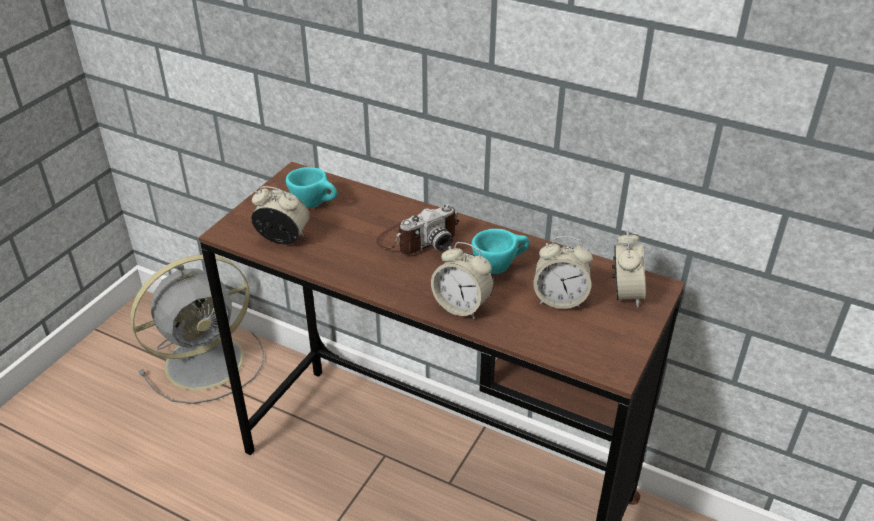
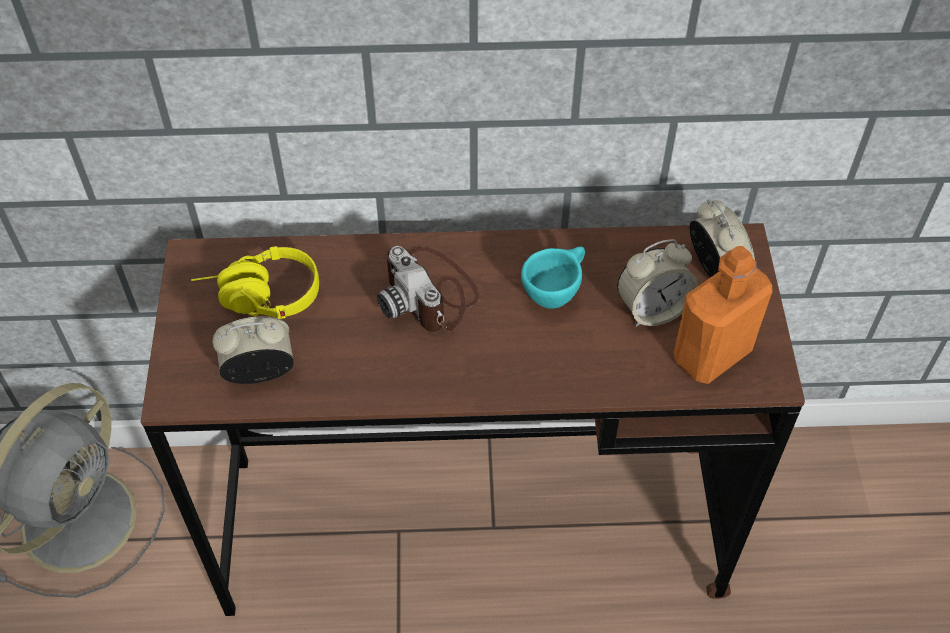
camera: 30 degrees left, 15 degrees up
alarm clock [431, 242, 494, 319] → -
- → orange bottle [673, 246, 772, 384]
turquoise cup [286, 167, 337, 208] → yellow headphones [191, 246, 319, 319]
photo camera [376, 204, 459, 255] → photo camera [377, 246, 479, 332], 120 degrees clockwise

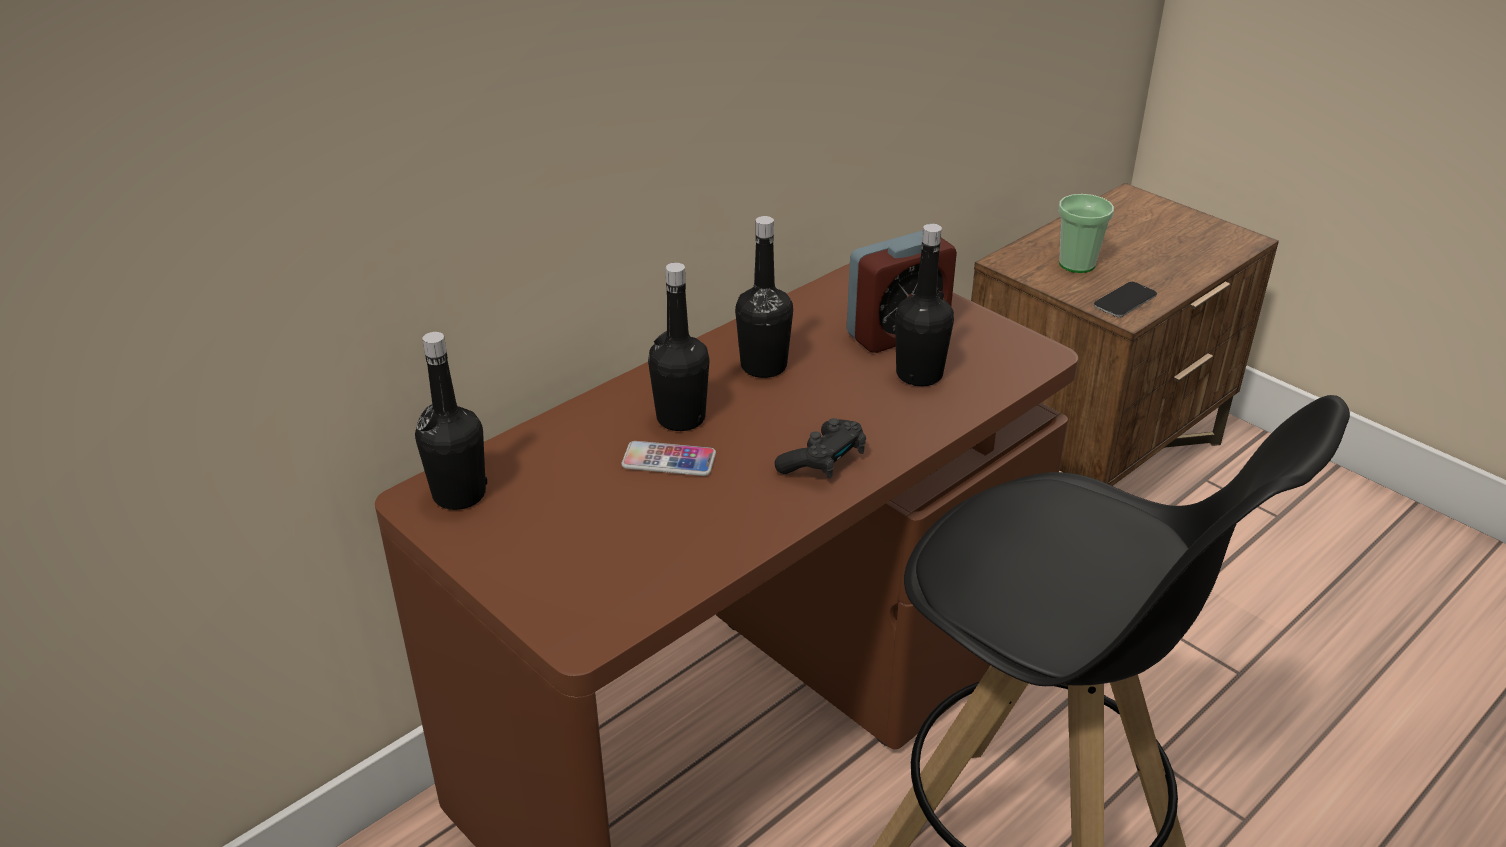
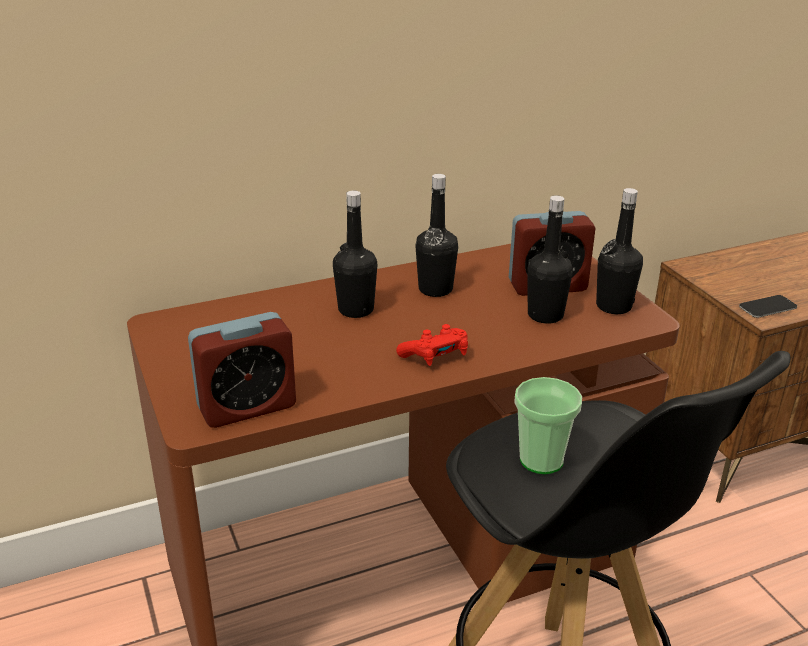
camera: 20 degrees right, 5 degrees down
phone [622, 441, 716, 476] → -
- → alarm clock [188, 312, 296, 428]
black bottle [415, 332, 487, 510] → black bottle [596, 188, 643, 314], relocated
cup [1059, 194, 1114, 273] → cup [514, 377, 582, 474], relocated
black game controller [775, 418, 866, 478] → red game controller [396, 324, 468, 366]

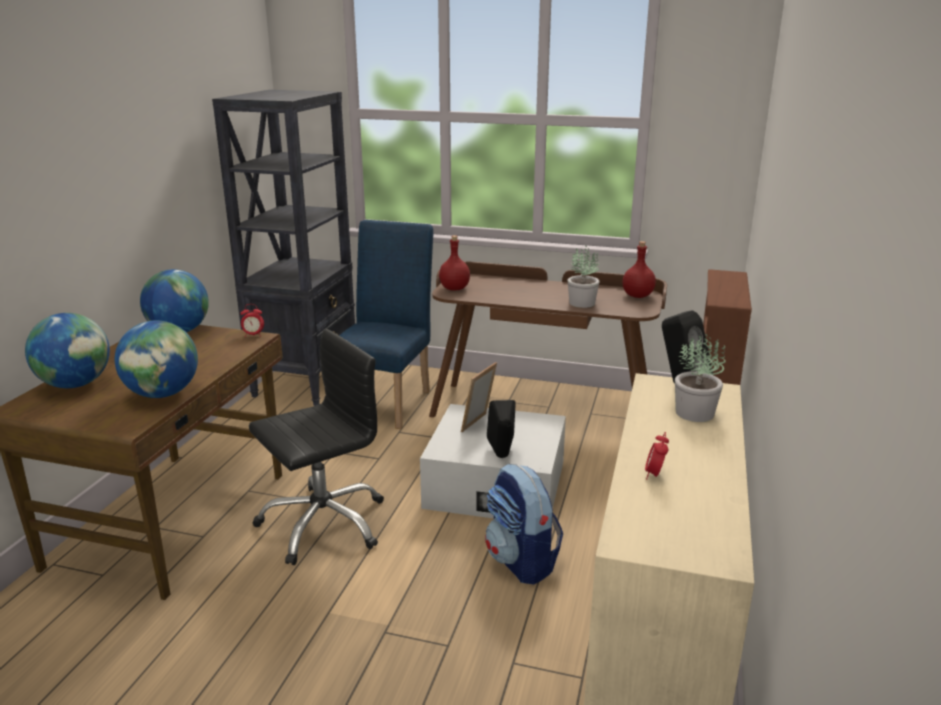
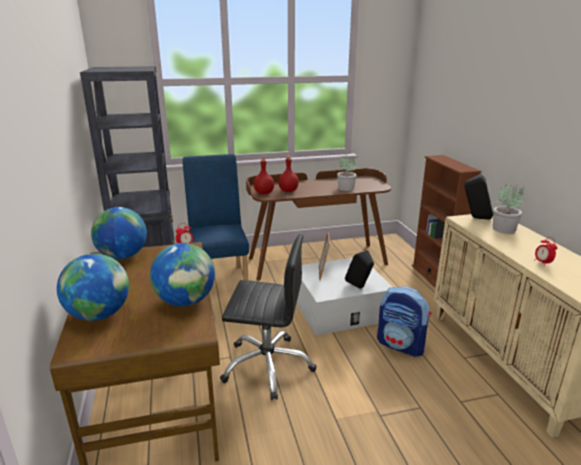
camera: 30 degrees left, 0 degrees up
red bottle [622, 241, 656, 298] → red bottle [278, 156, 299, 192], relocated
black office chair [249, 328, 384, 565] → black office chair [220, 234, 316, 400], 75 degrees clockwise

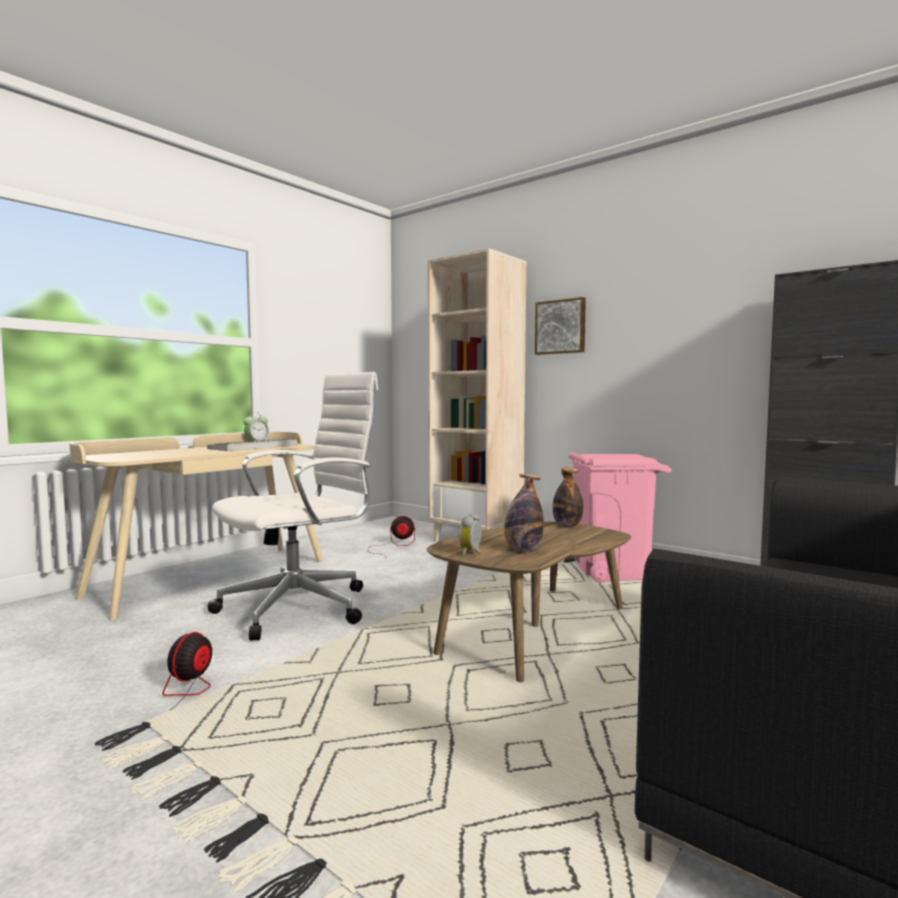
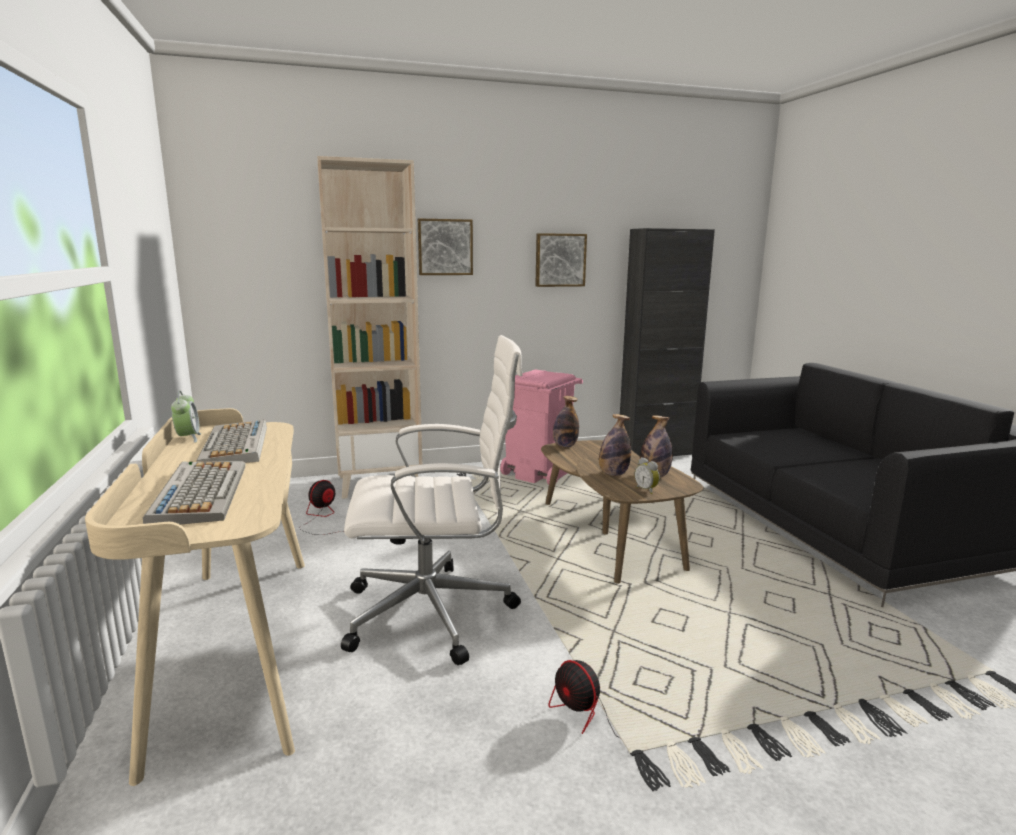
camera: 55 degrees left, 10 degrees up
- → keyboard [143, 461, 245, 525]
- → picture [535, 233, 587, 287]
- → bottle [599, 414, 631, 476]
white office chair [208, 372, 378, 641] → white office chair [341, 335, 523, 665], 90 degrees clockwise

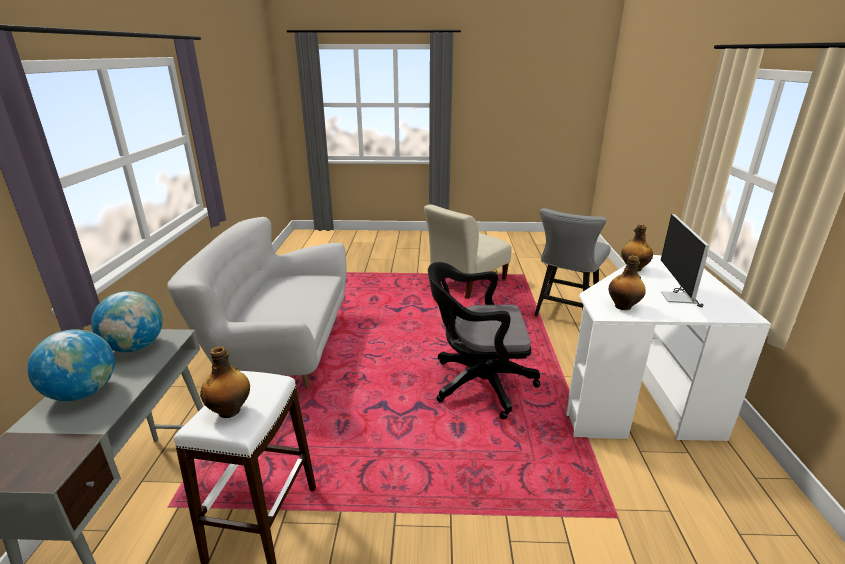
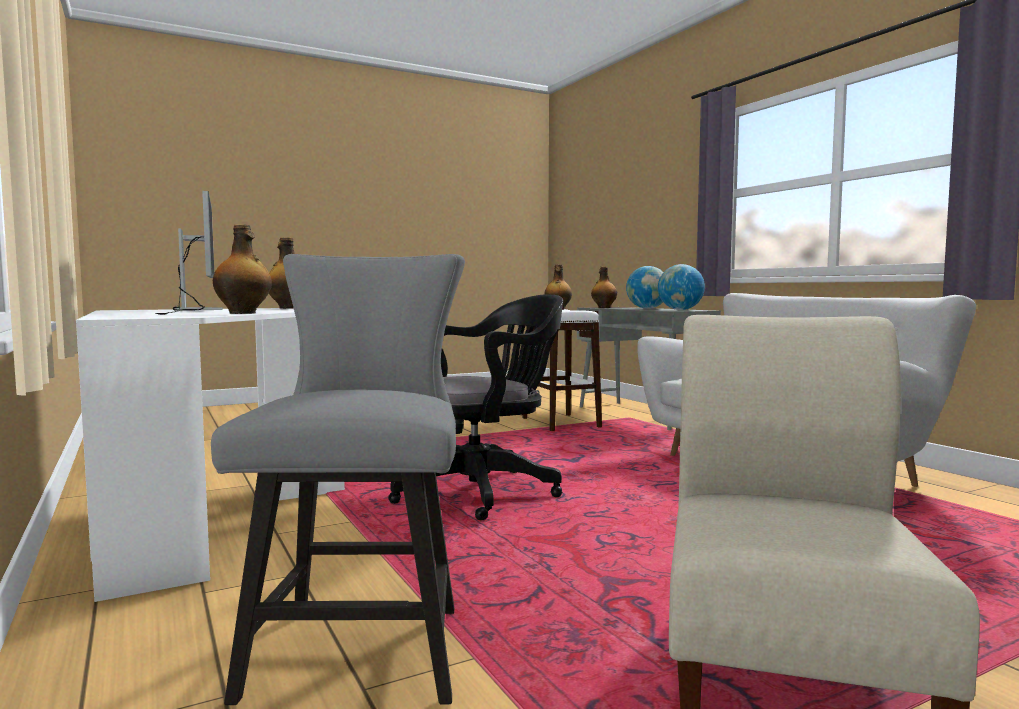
camera: 150 degrees right, 20 degrees down
- → bottle [591, 267, 617, 308]

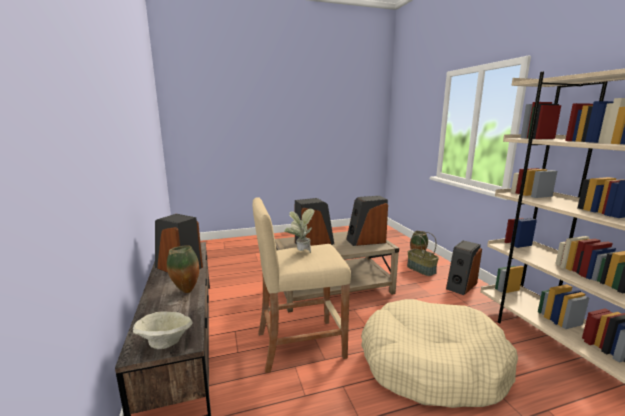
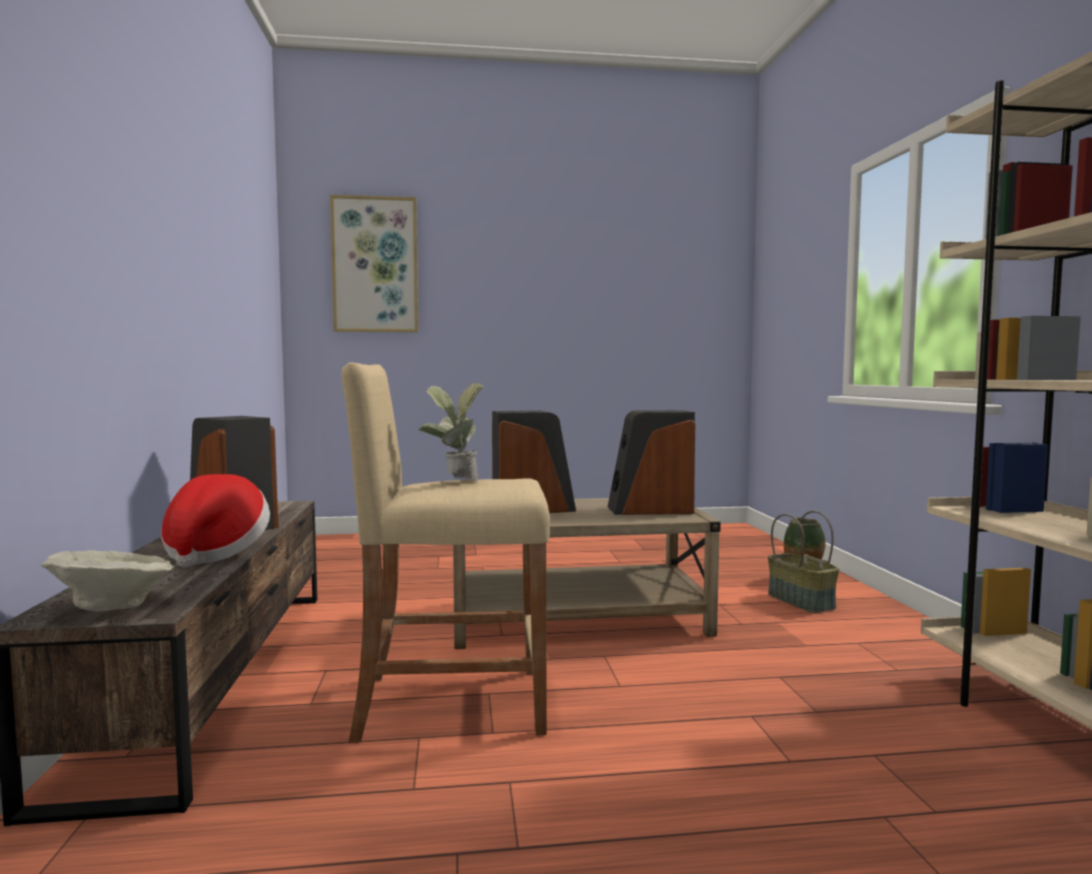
camera: 10 degrees right, 10 degrees down
beige dog bed [361, 299, 518, 408] → -
speaker [446, 240, 482, 295] → -
- → picture [330, 195, 418, 332]
vase [167, 245, 199, 293] → hat [161, 474, 270, 568]

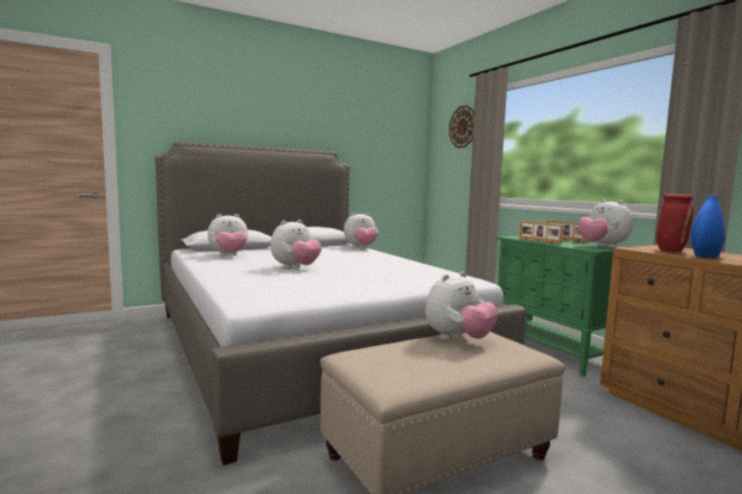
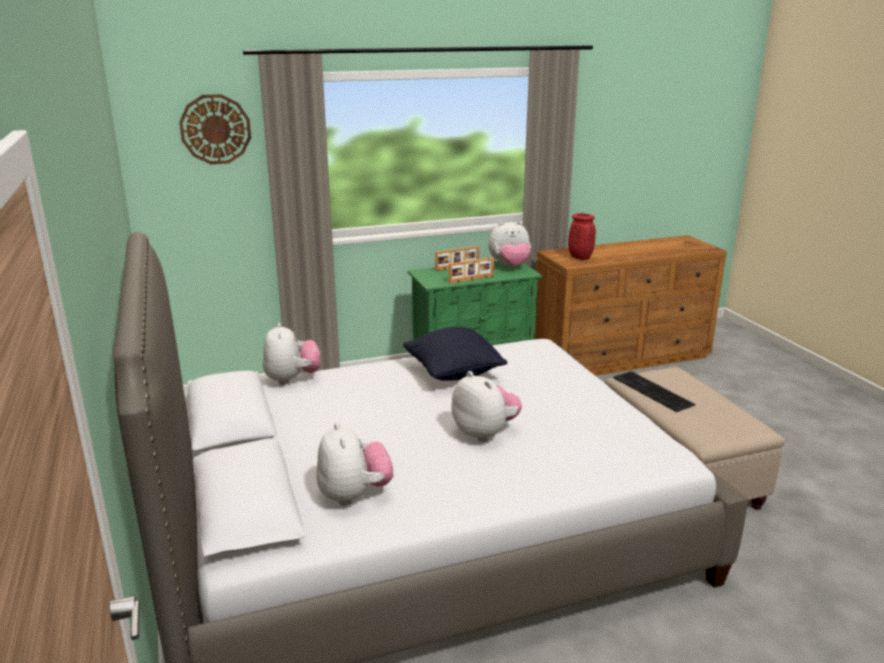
camera: 80 degrees left, 15 degrees up
blue vase [691, 195, 726, 258] → -
- → black pillow [403, 326, 508, 381]
plush toy [425, 271, 498, 340] → keyboard [613, 371, 695, 412]

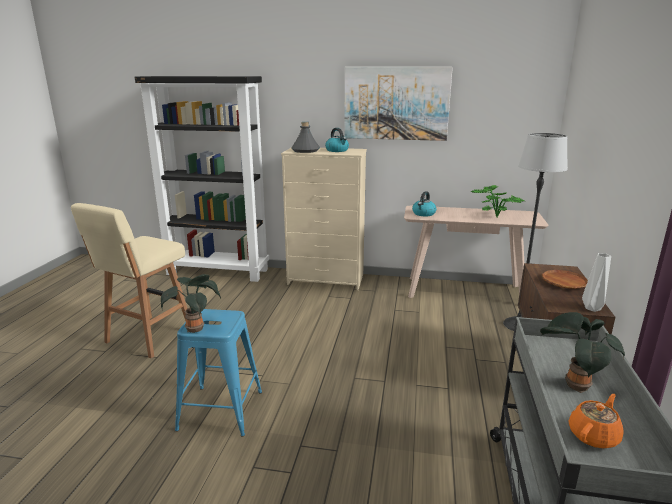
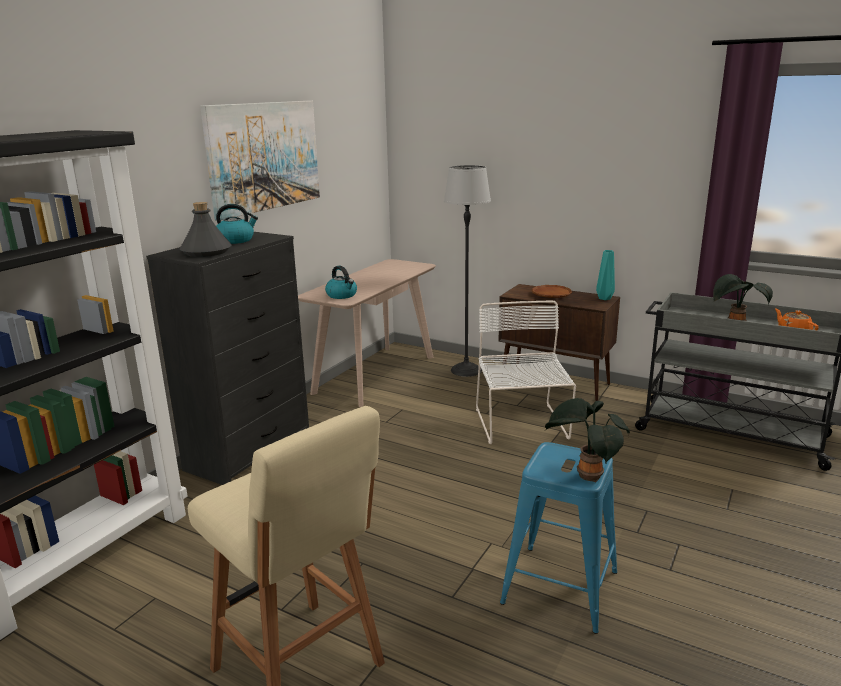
camera: 70 degrees left, 0 degrees up
potted plant [471, 185, 524, 217] → -
- → white chair [476, 301, 576, 444]
beige dresser [281, 147, 367, 290] → black dresser [146, 232, 309, 485]
grey vase [582, 253, 611, 312] → turquoise vase [596, 250, 615, 300]

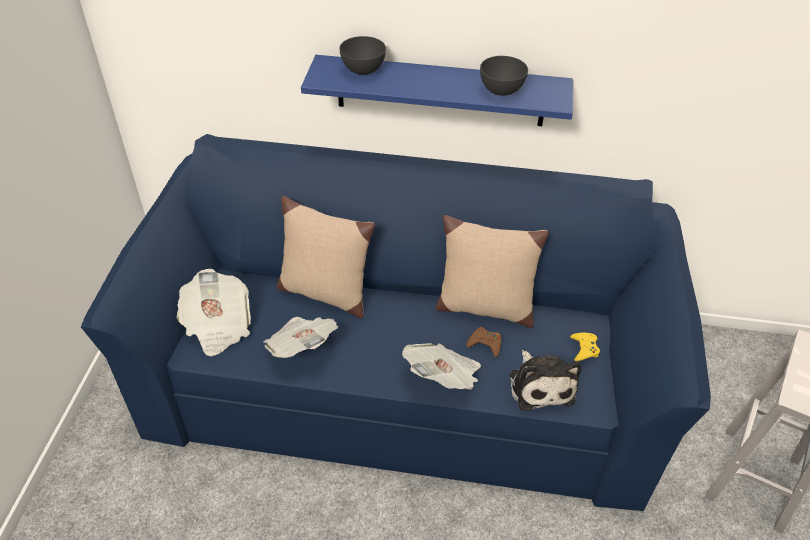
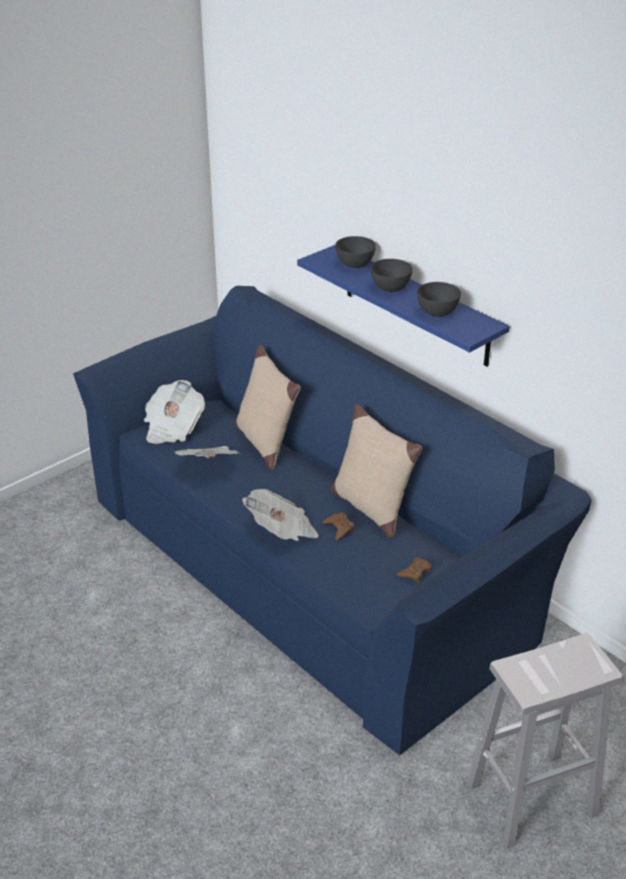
camera: 40 degrees right, 10 degrees down
plush toy [509, 350, 581, 411] → -
- → grey bowl [370, 259, 413, 292]
yellow game controller [570, 333, 600, 361] → brown game controller [396, 558, 431, 583]

